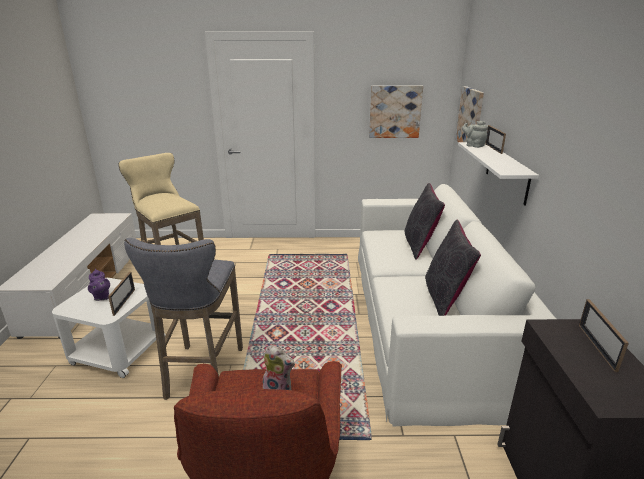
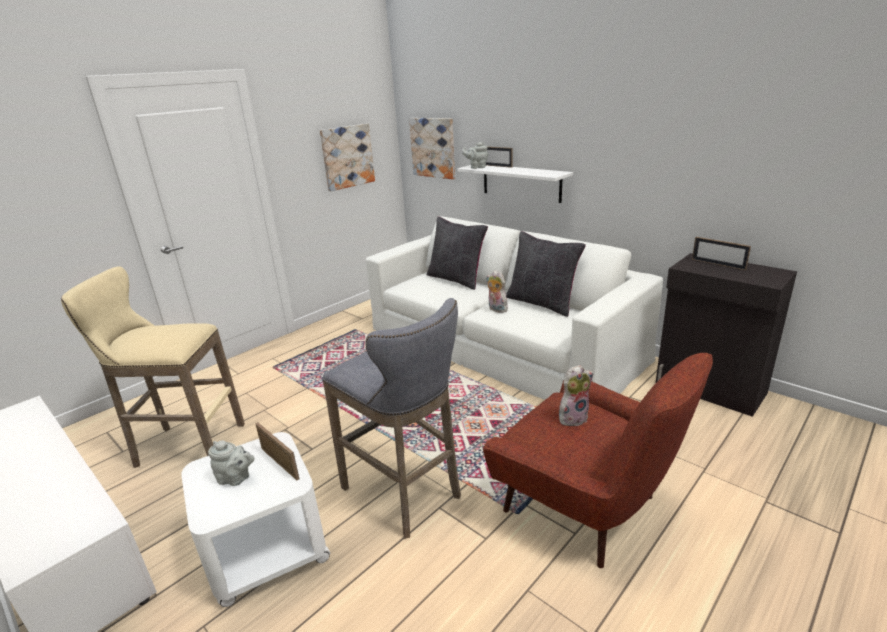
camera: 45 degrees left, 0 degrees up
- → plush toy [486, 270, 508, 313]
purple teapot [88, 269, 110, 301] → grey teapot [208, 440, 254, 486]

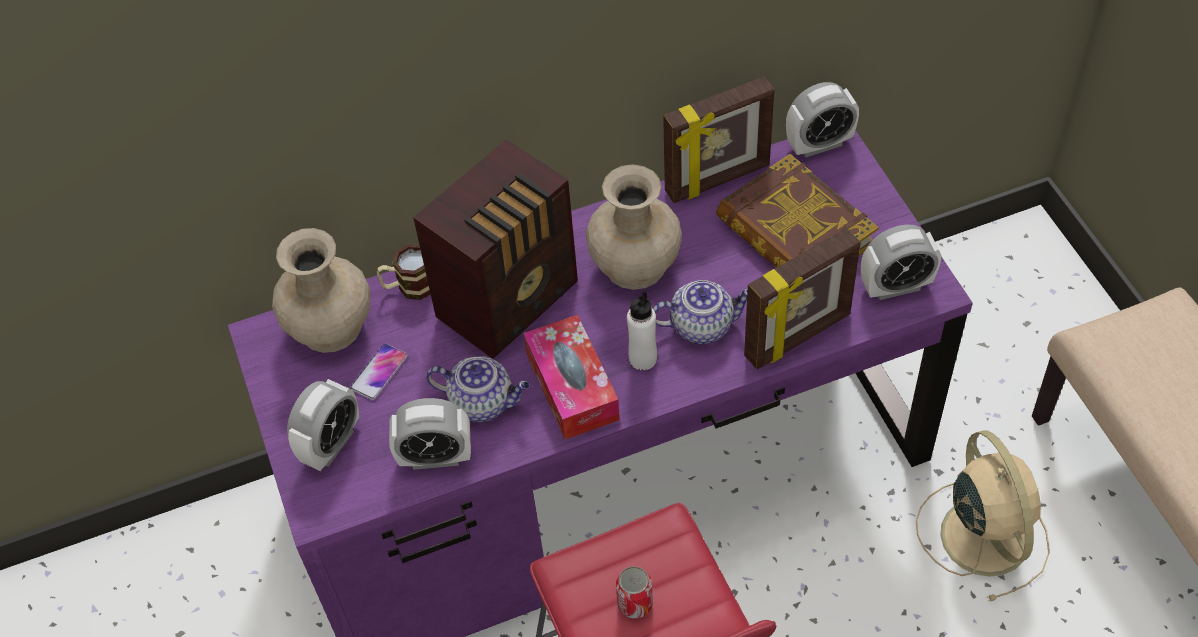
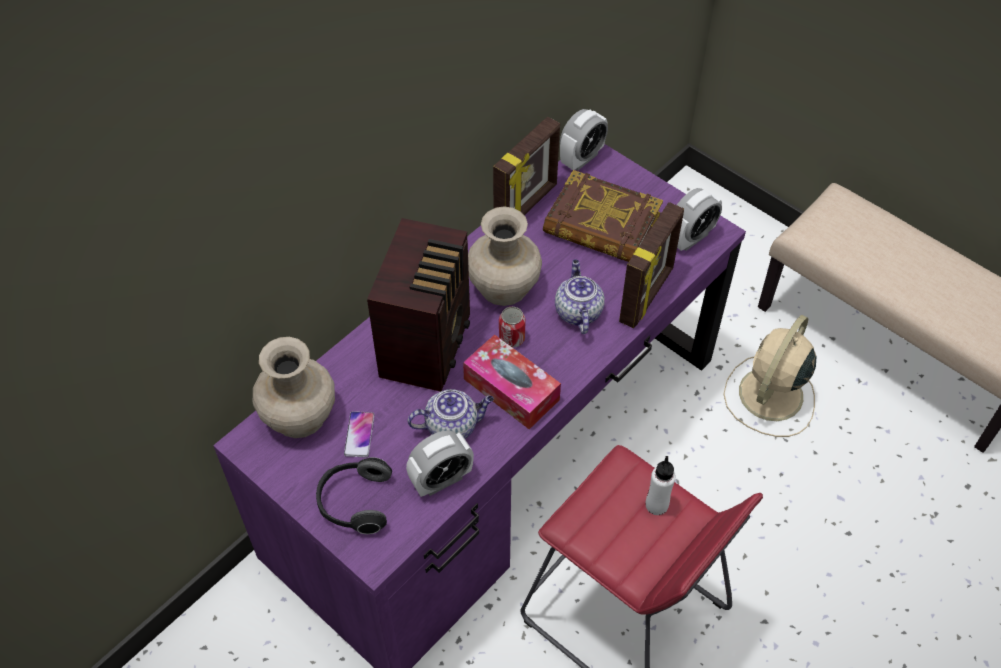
camera: 30 degrees left, 0 degrees up
mug [377, 244, 431, 300] → -
can [616, 566, 653, 618] → can [499, 307, 526, 348], relocated
white bottle [627, 290, 657, 370] → white bottle [646, 456, 676, 515], relocated
alarm clock [287, 379, 359, 471] → headphones [316, 457, 392, 534]
teapot [653, 280, 748, 344] → teapot [555, 259, 605, 334], 60 degrees counterclockwise
beige fan [916, 430, 1050, 601] → beige fan [723, 315, 816, 437], 105 degrees counterclockwise

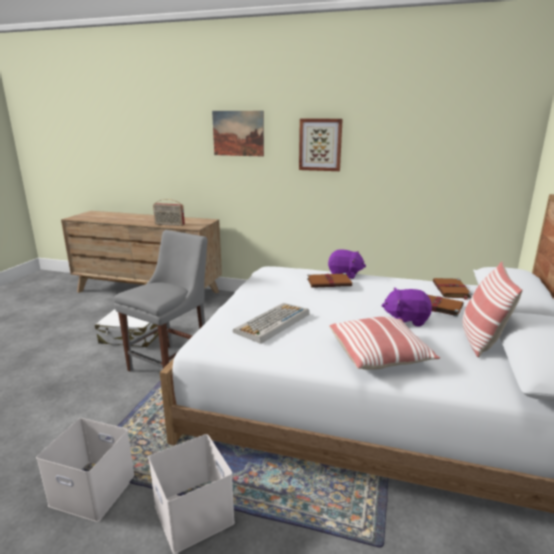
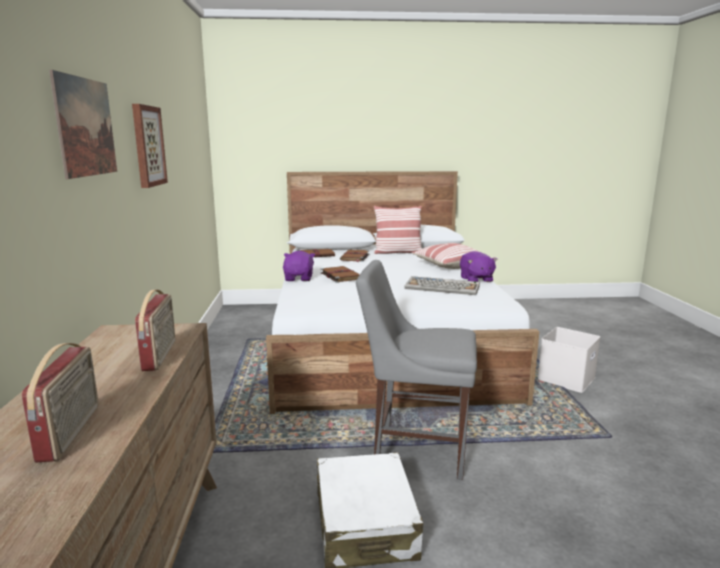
camera: 110 degrees left, 5 degrees down
white storage box [36, 418, 134, 522] → -
- → radio [22, 343, 99, 463]
purple plush toy [381, 288, 432, 327] → purple plush toy [460, 251, 498, 282], relocated

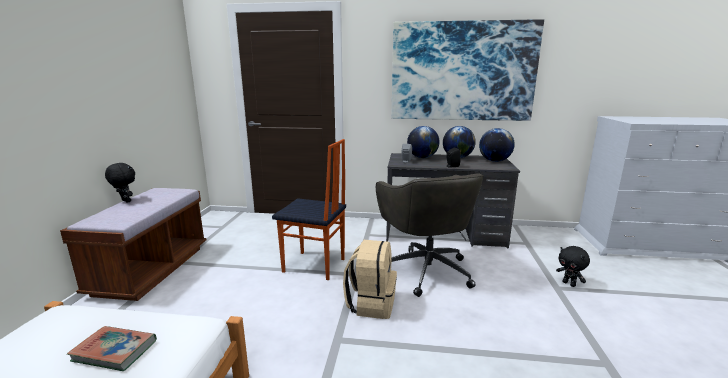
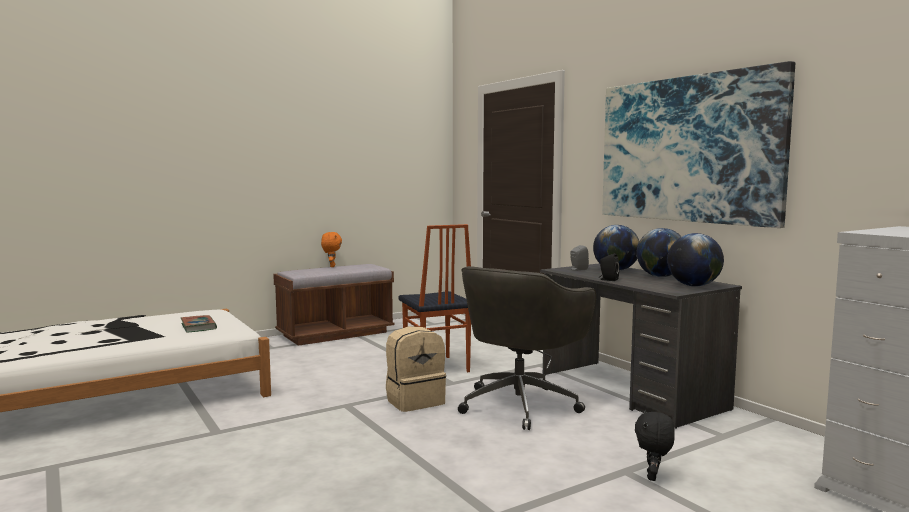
camera: 50 degrees right, 10 degrees down
black plush toy [105, 163, 135, 203] → orange plush toy [321, 232, 342, 267]

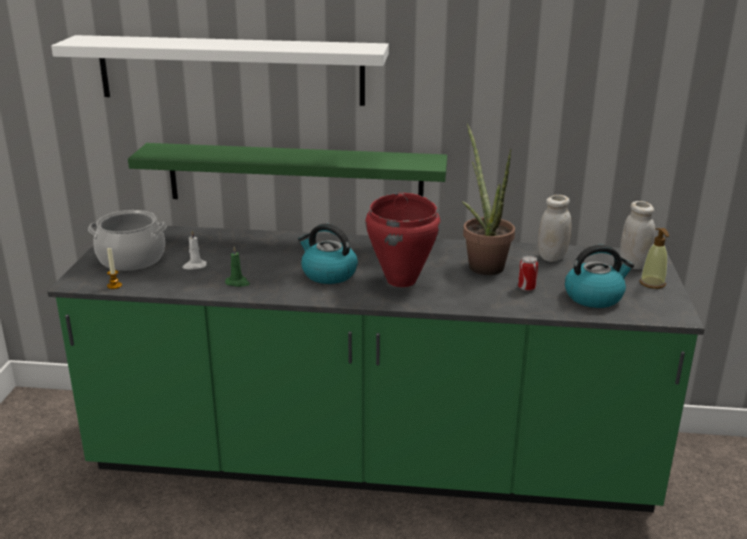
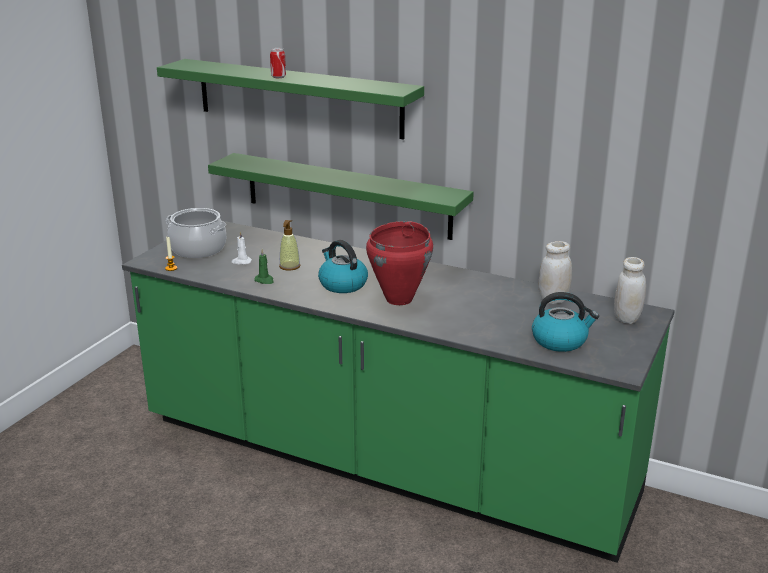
camera: 20 degrees right, 0 degrees up
potted plant [462, 123, 515, 275] → -
can [518, 255, 538, 291] → can [270, 48, 286, 78], relocated
soap dispenser [640, 228, 669, 289] → soap dispenser [279, 220, 301, 270], relocated
white shelf [51, 35, 389, 106] → green shelf [157, 59, 424, 140]

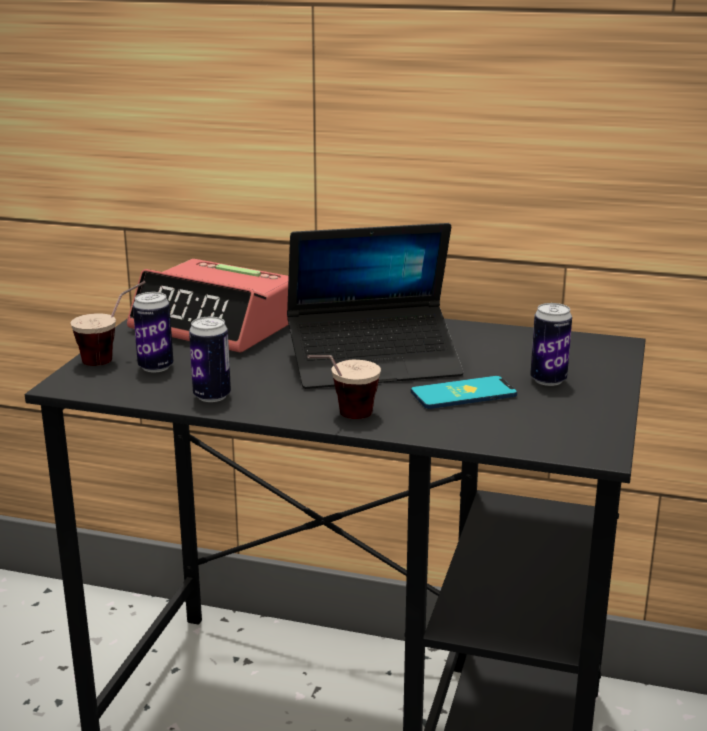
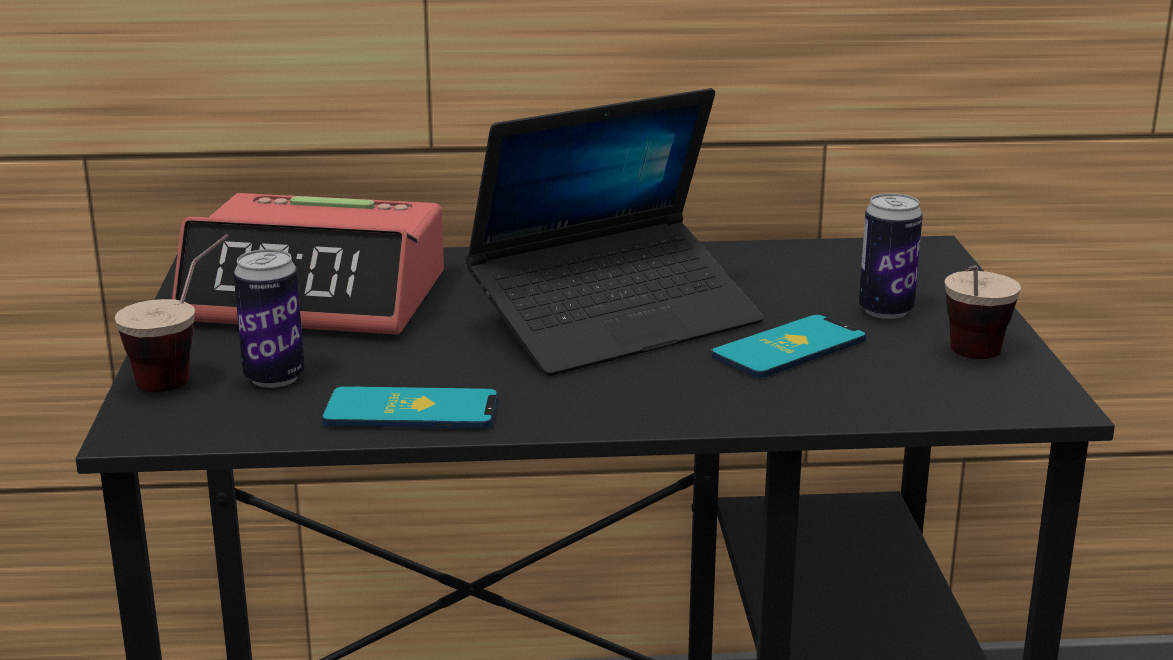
camera: 20 degrees left, 0 degrees up
cup [307, 355, 381, 419] → cup [945, 265, 1021, 359], relocated
can [189, 317, 231, 402] → phone [322, 386, 498, 429]

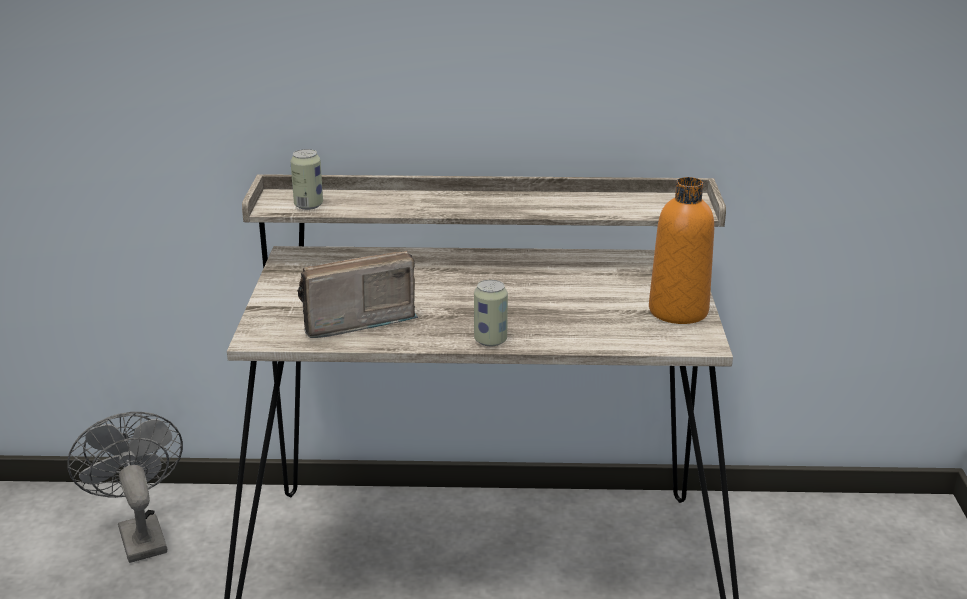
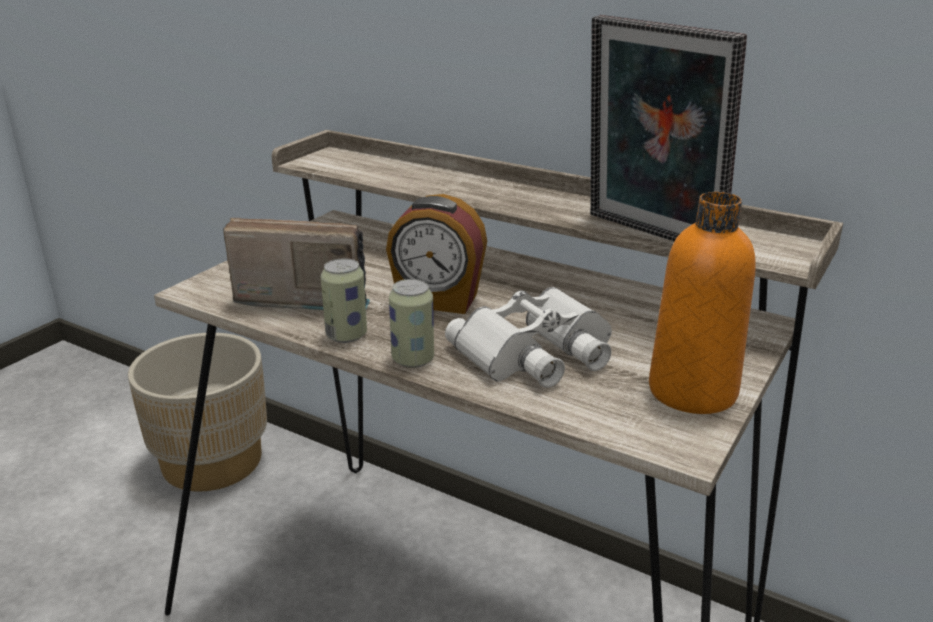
camera: 30 degrees right, 0 degrees up
- → alarm clock [386, 194, 487, 314]
- → white binoculars [445, 287, 612, 388]
- → picture frame [590, 15, 747, 242]
can [290, 149, 323, 210] → can [321, 258, 367, 343], relocated
grey fan [67, 412, 183, 563] → beige planter [128, 333, 267, 491]

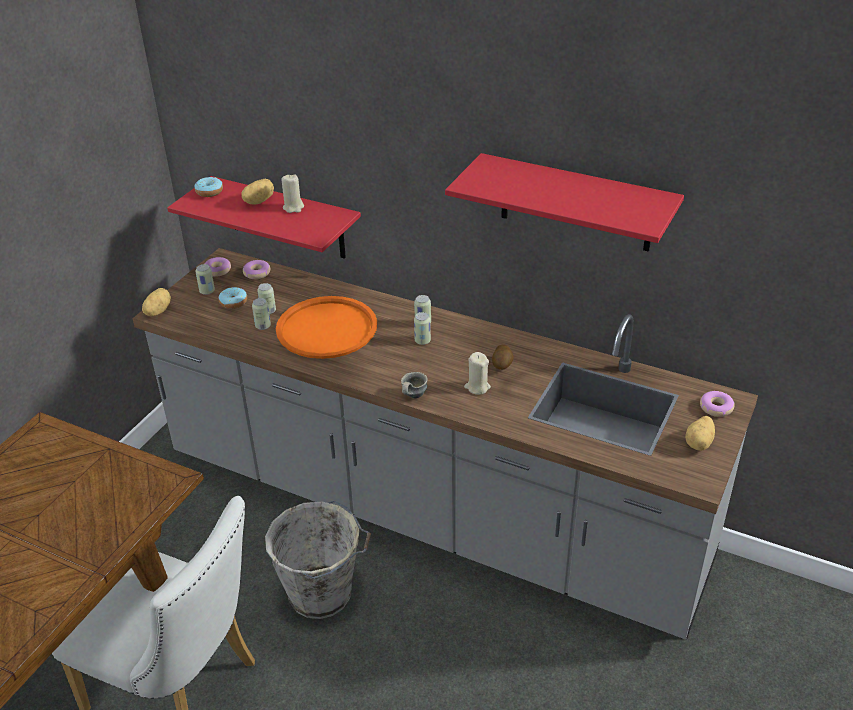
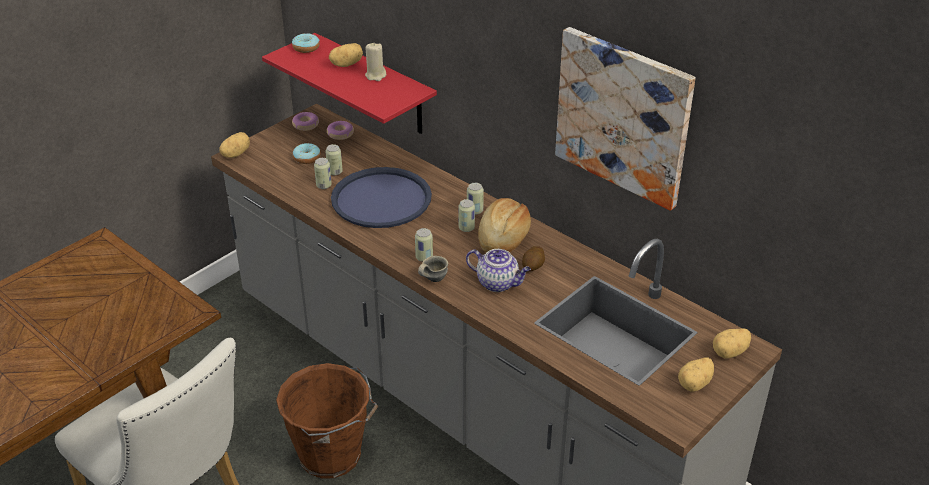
camera: 15 degrees right, 0 degrees up
- → bread [478, 198, 531, 253]
can [195, 264, 215, 295] → can [415, 228, 433, 262], relocated
red shelf [445, 153, 684, 252] → picture [555, 27, 696, 211]
beige candle [464, 352, 491, 395] → teapot [466, 249, 531, 292]
donut [700, 391, 734, 417] → potato [713, 328, 751, 359]
grey bucket [265, 501, 371, 619] → brown bucket [276, 363, 378, 478]
orange tray [276, 296, 377, 359] → blue tray [331, 167, 432, 228]

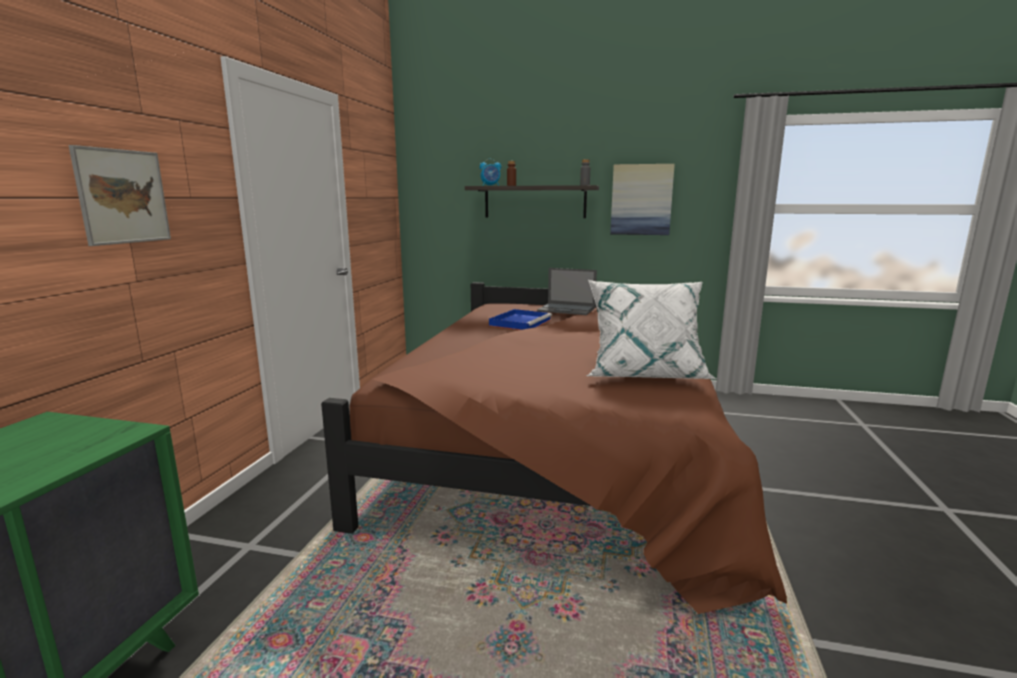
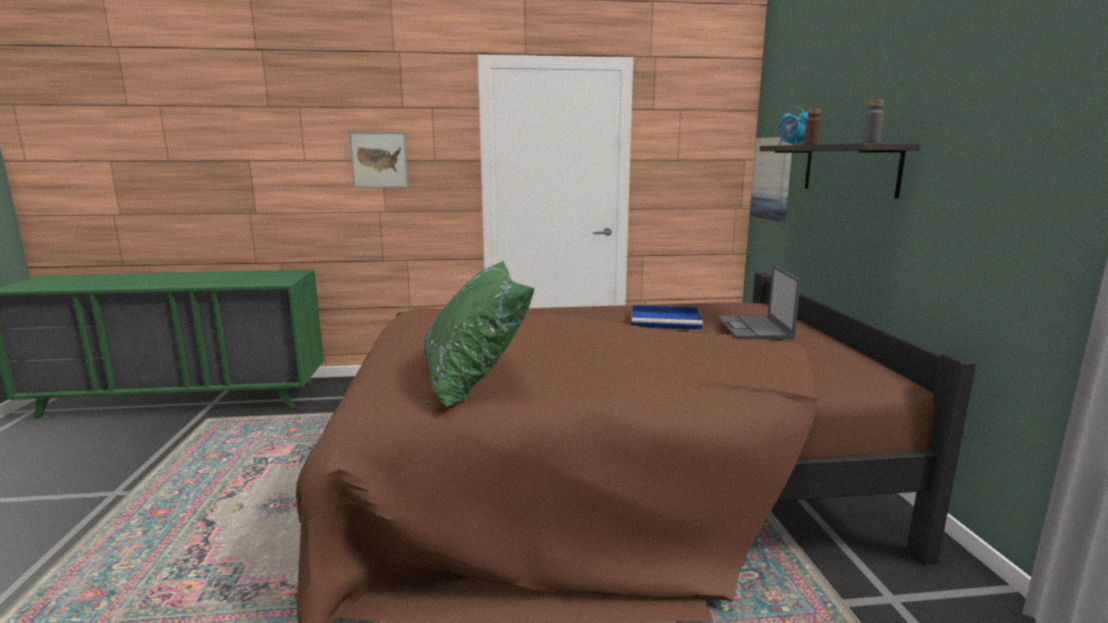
camera: 70 degrees right, 0 degrees up
picture [610, 164, 675, 235] → picture [750, 137, 793, 222], relocated
white pillow [586, 280, 716, 379] → green pillow [424, 260, 535, 407]

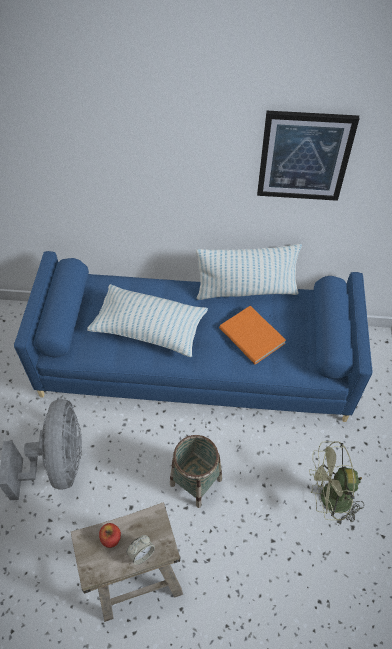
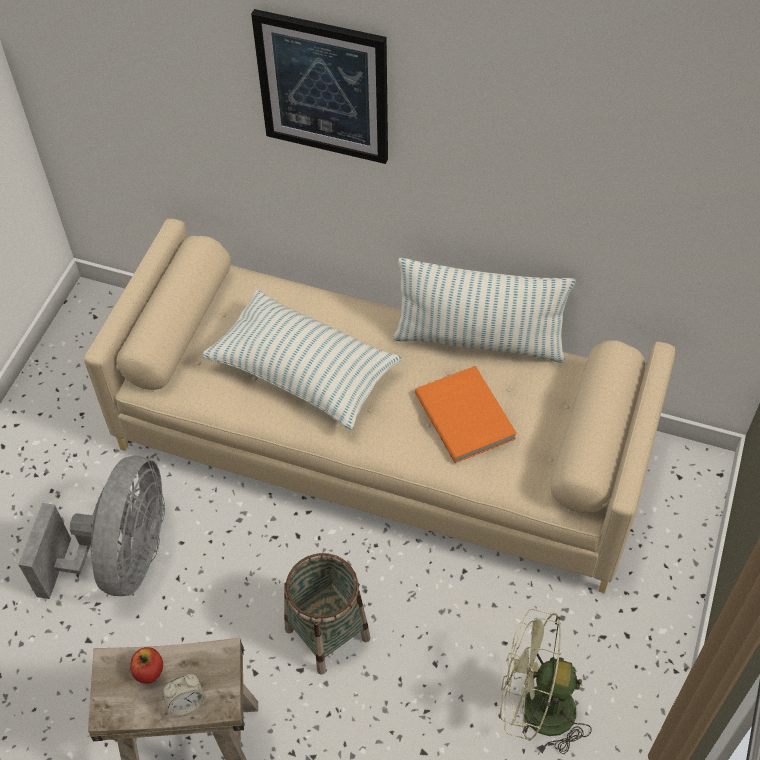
camera: 15 degrees right, 0 degrees up
picture [257, 111, 359, 201] → picture [251, 9, 388, 164], relocated
blue sofa [14, 251, 372, 422] → beige sofa [84, 218, 675, 593]

